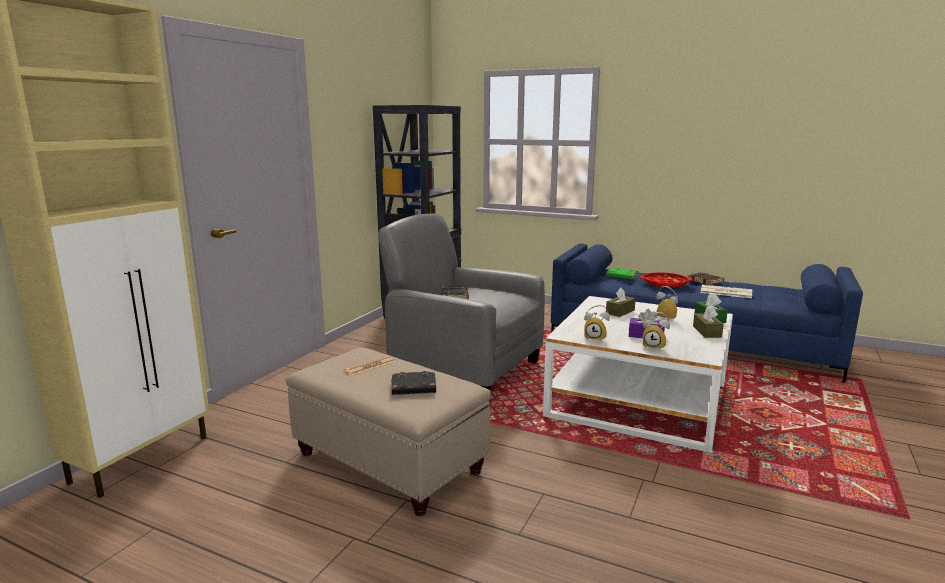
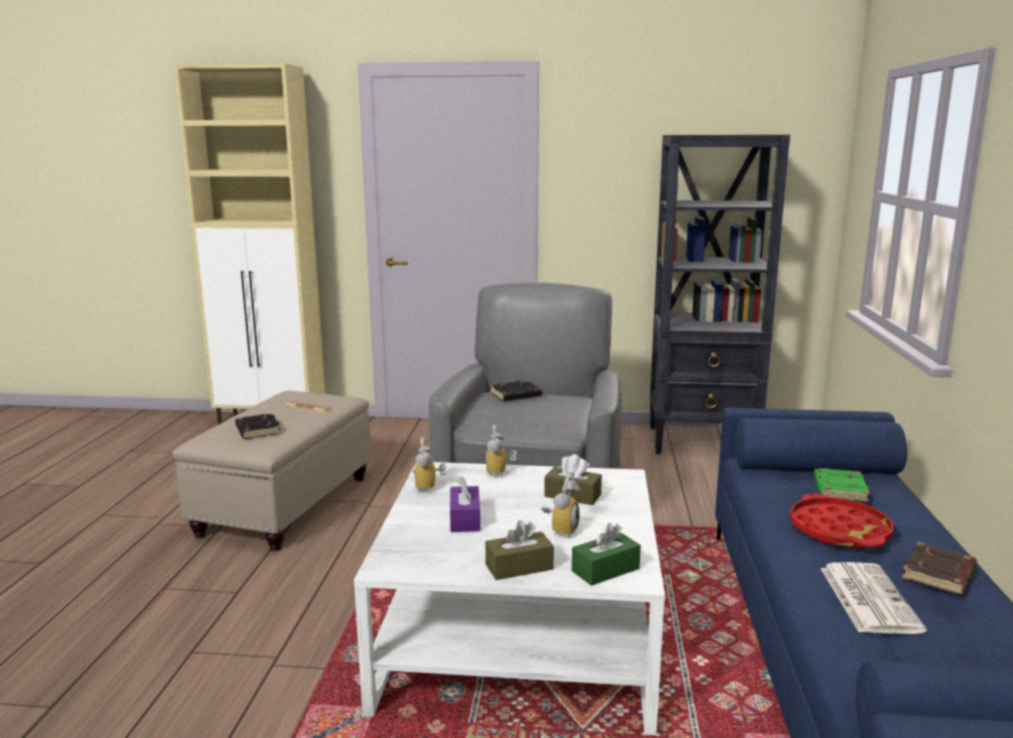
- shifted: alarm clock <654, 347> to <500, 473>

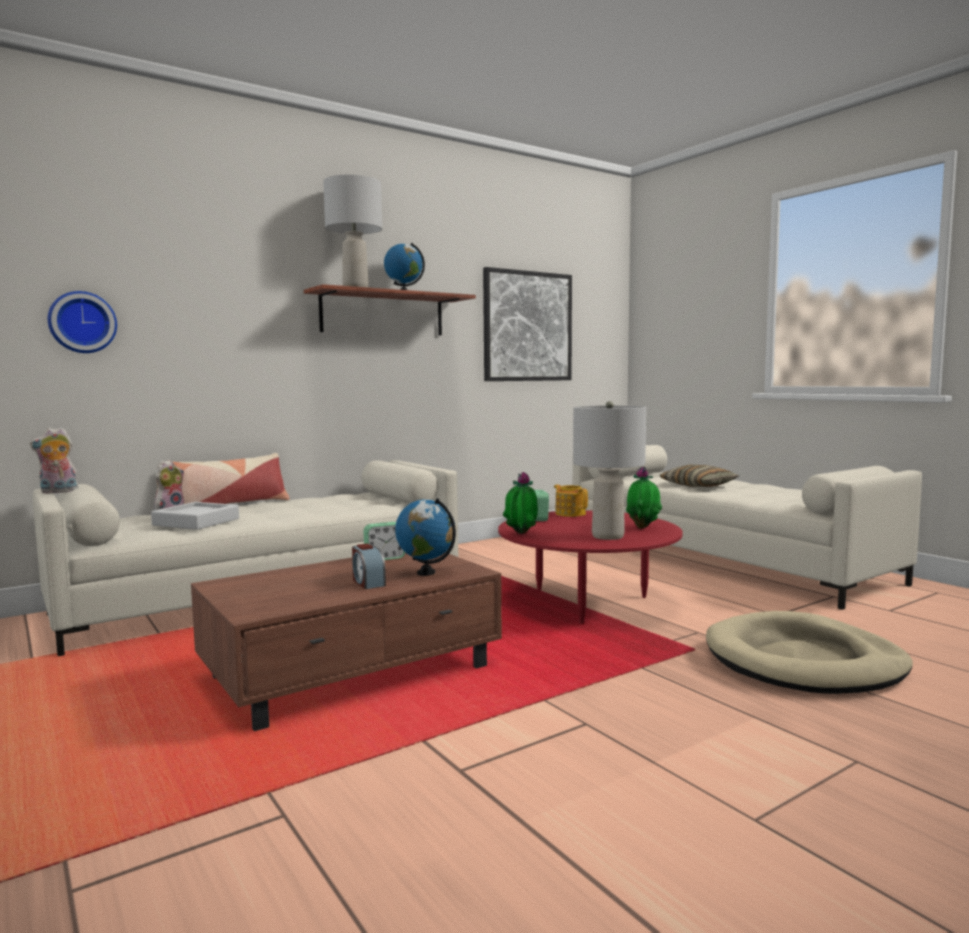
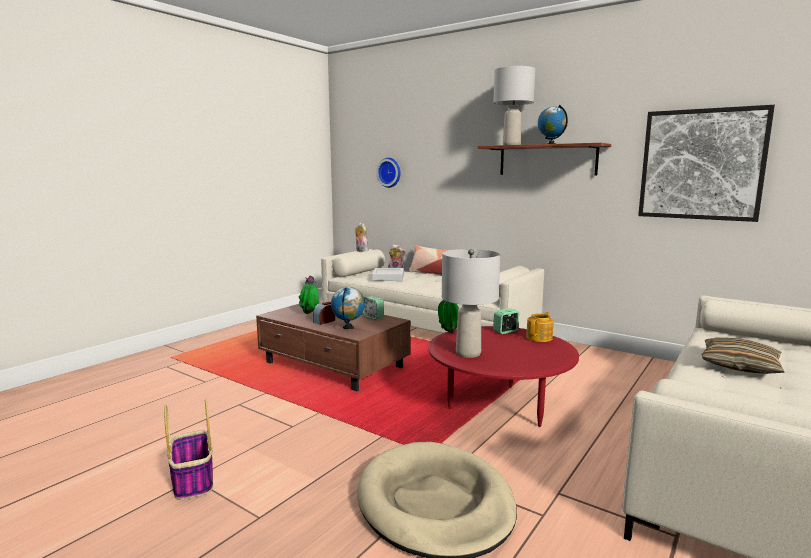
- shifted: potted plant <643, 527> to <309, 314>
- new: household basket <192, 480>

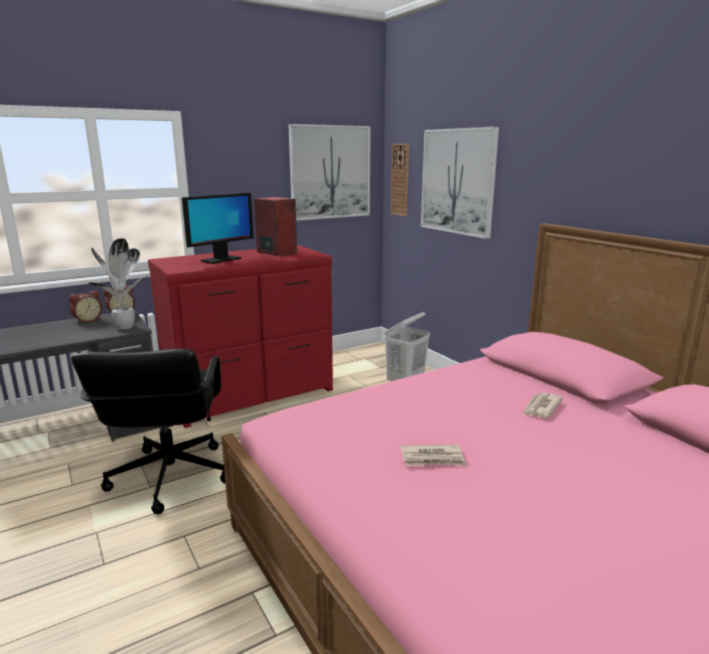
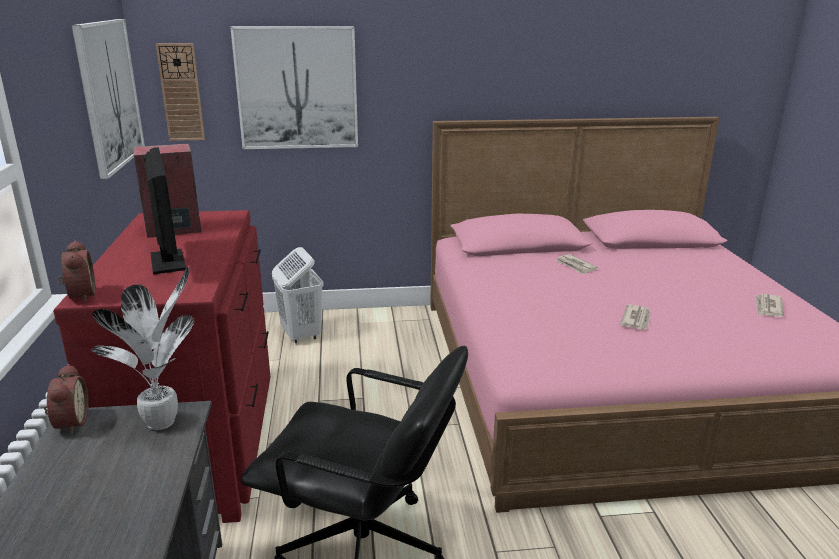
- shifted: alarm clock <87, 320> to <80, 296>
- new: newspaper <768, 307>

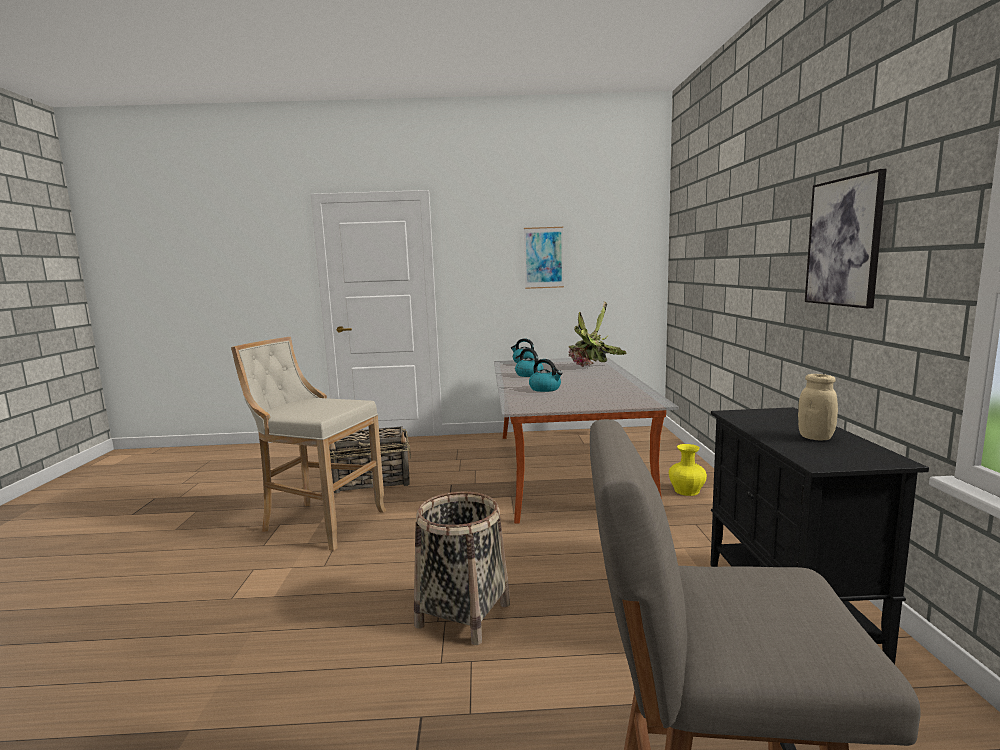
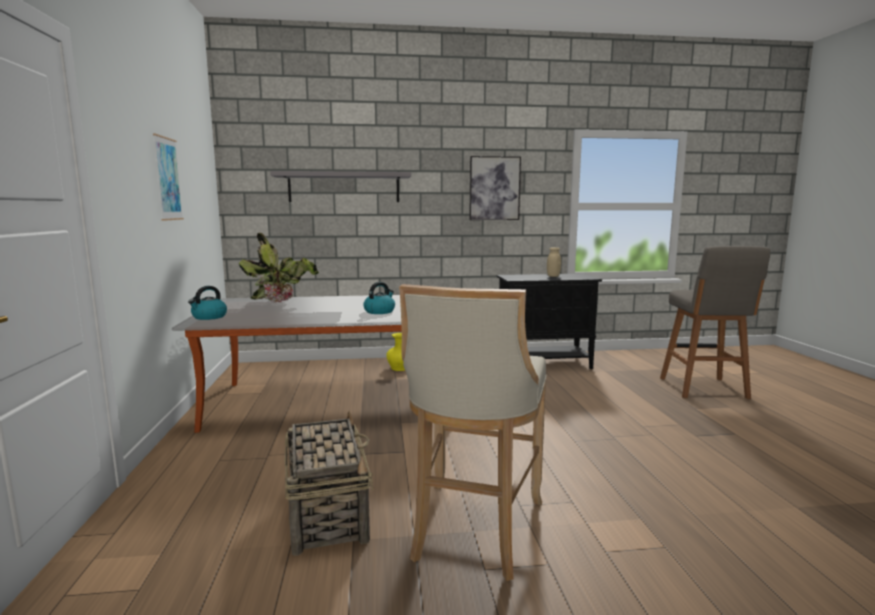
- gone: household basket <463, 614>
- gone: kettle <528, 374>
- new: greyish bracket shelf <344, 187>

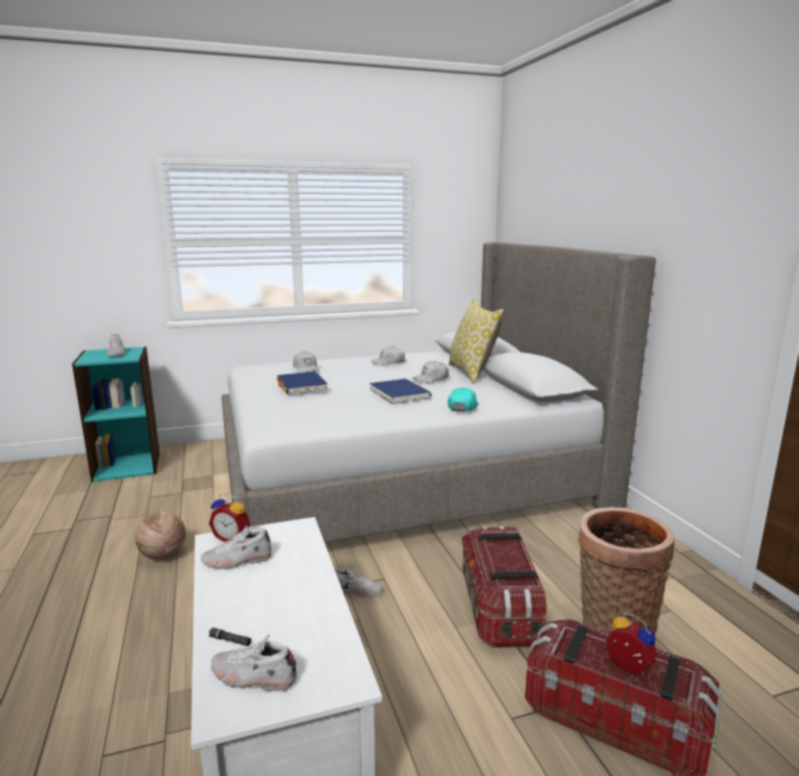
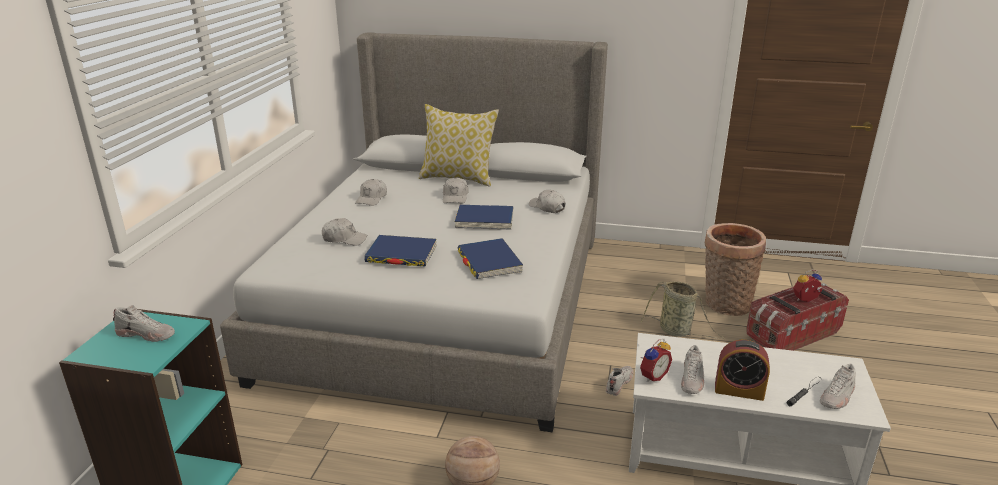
- repainted: turquoise baseball cap <463, 407> to white-coloured baseball cap <547, 207>
- swapped: storage bin <499, 608> to household basket <677, 331>
- new: bluish bound book <489, 262>
- new: alarm clock <739, 390>

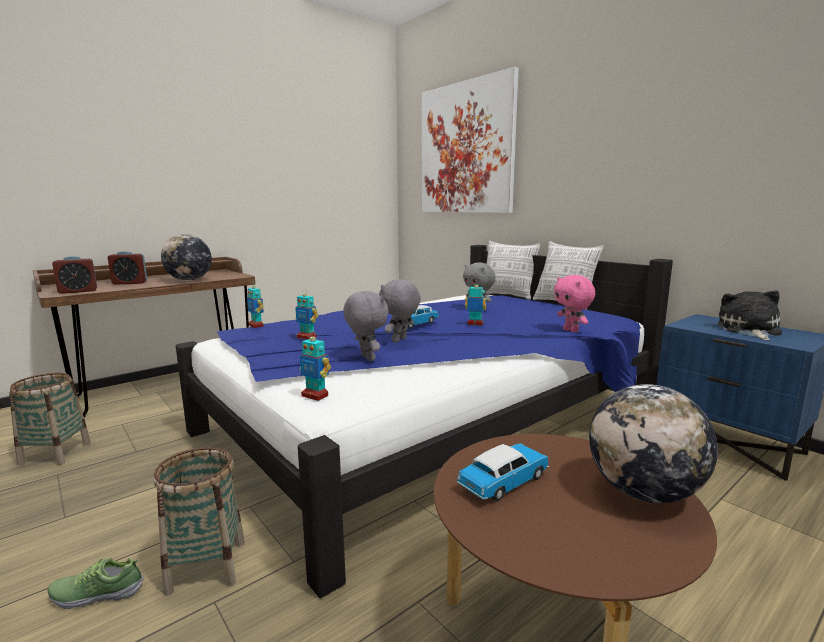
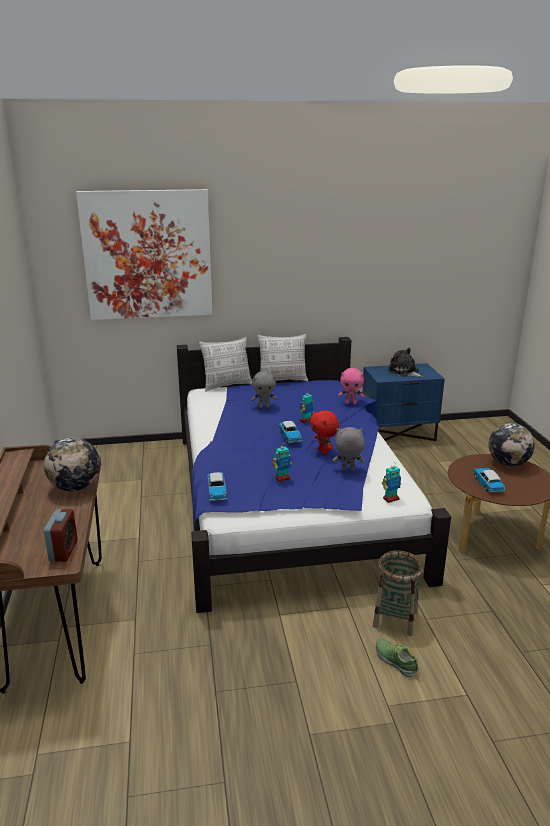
- gone: household basket <56, 453>
- rotated: item of footwear <97, 593> = <395, 661> 120 degrees clockwise
- gone: alarm clock <130, 283>
- swapped: toy robot <256, 325> to miniature car <217, 492>
- repainted: greyish plush toy <400, 340> to red plush toy <323, 452>

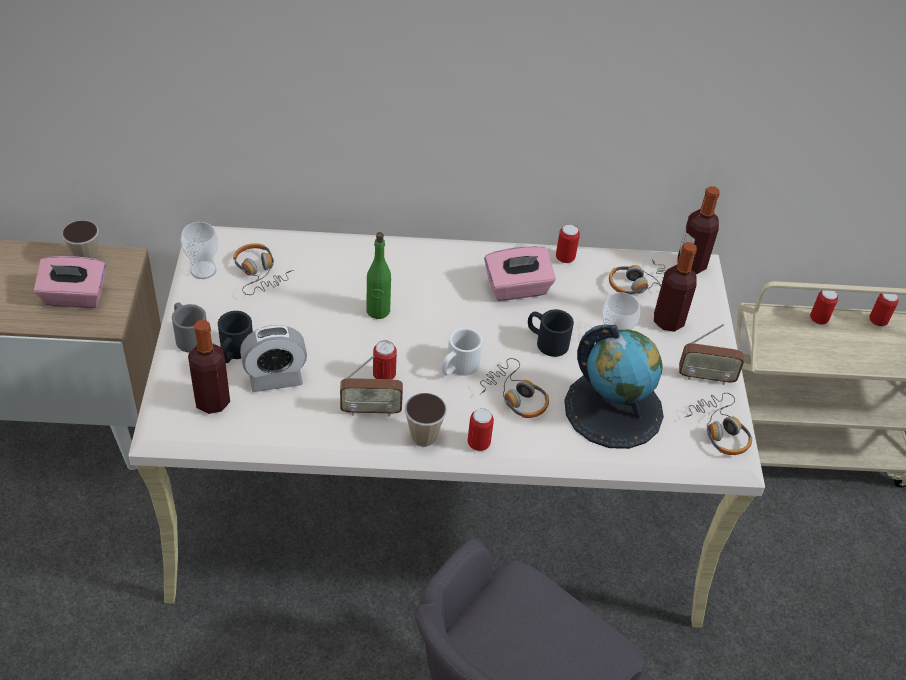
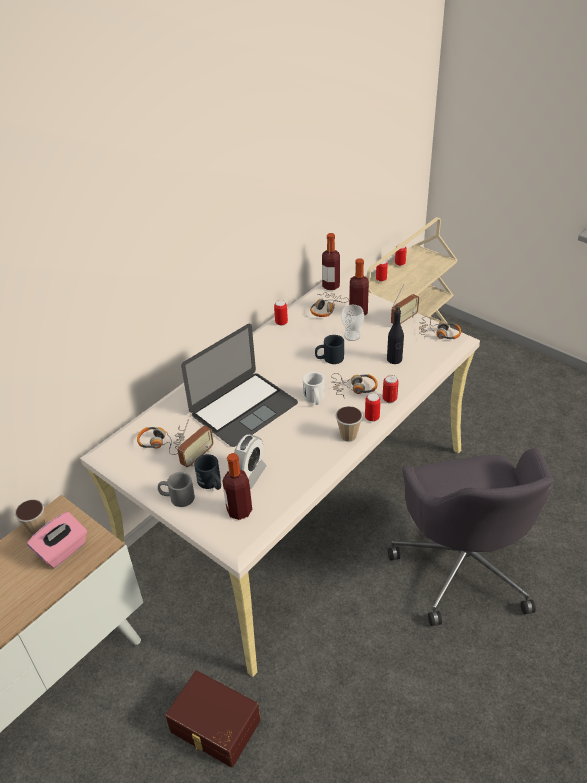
- gone: small cup <203, 270>
- shifted: radio receiver <371, 410> to <197, 456>
- swapped: green beverage bottle <378, 311> to portable computer <243, 408>
- shifted: sealed can <384, 376> to <389, 399>
- gone: pinkish box of tissues <517, 288>
- swapped: world globe <613, 409> to black-coloured beverage bottle <394, 359>
- new: brown-coloured storage bin <214, 727>

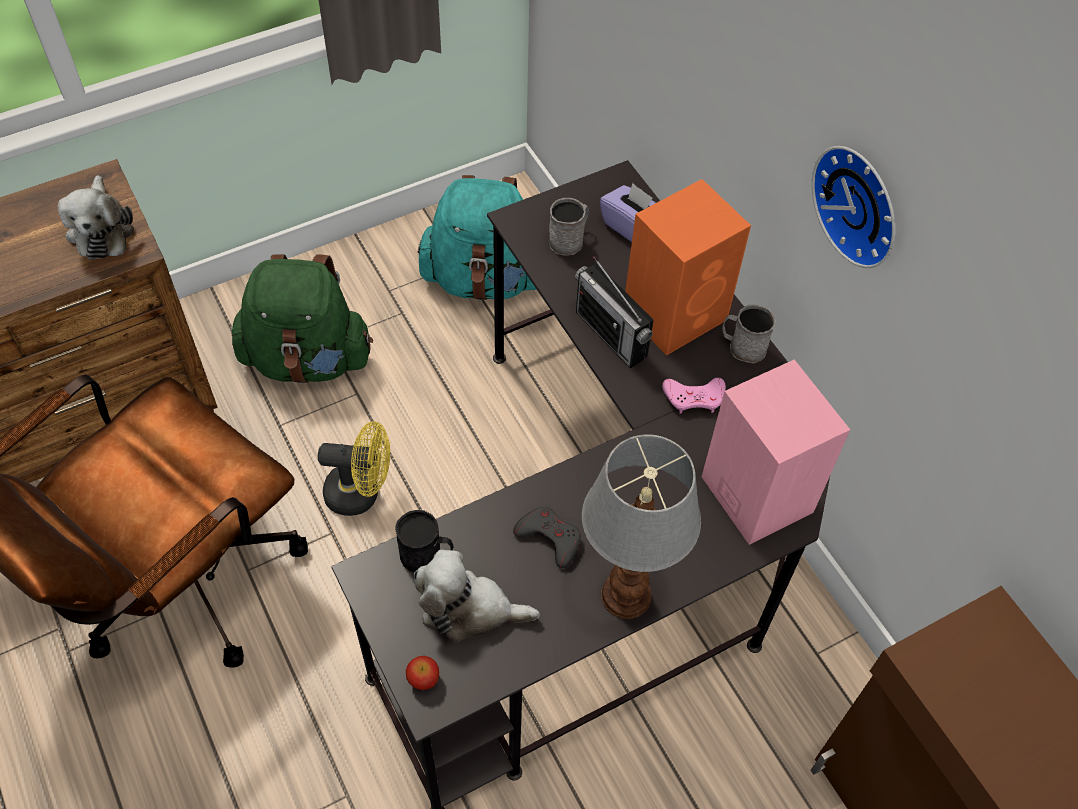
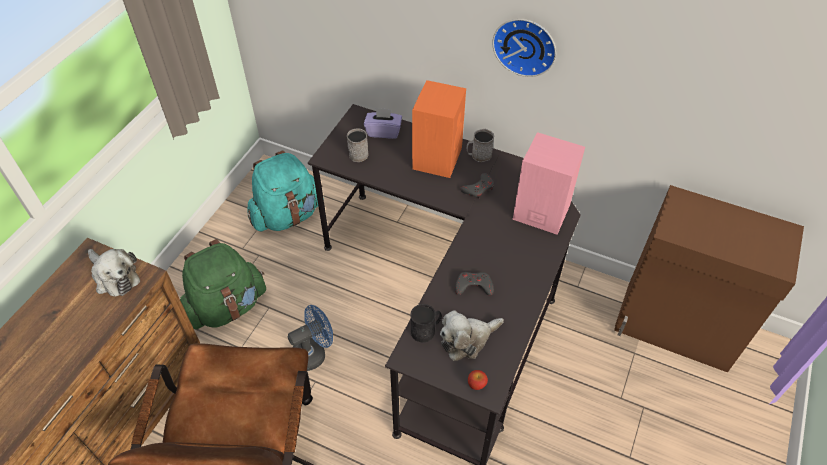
- repainted: yellow fan <361, 493> to bluish fan <314, 353>
- gone: radio receiver <611, 335>
- gone: table lamp <625, 597>
- repainted: pinkish gamepad <694, 397> to greyish gamepad <478, 188>

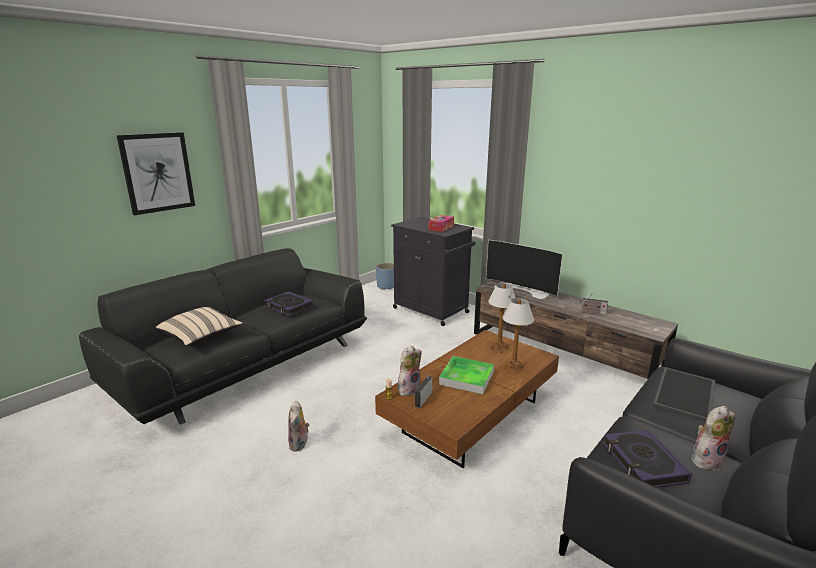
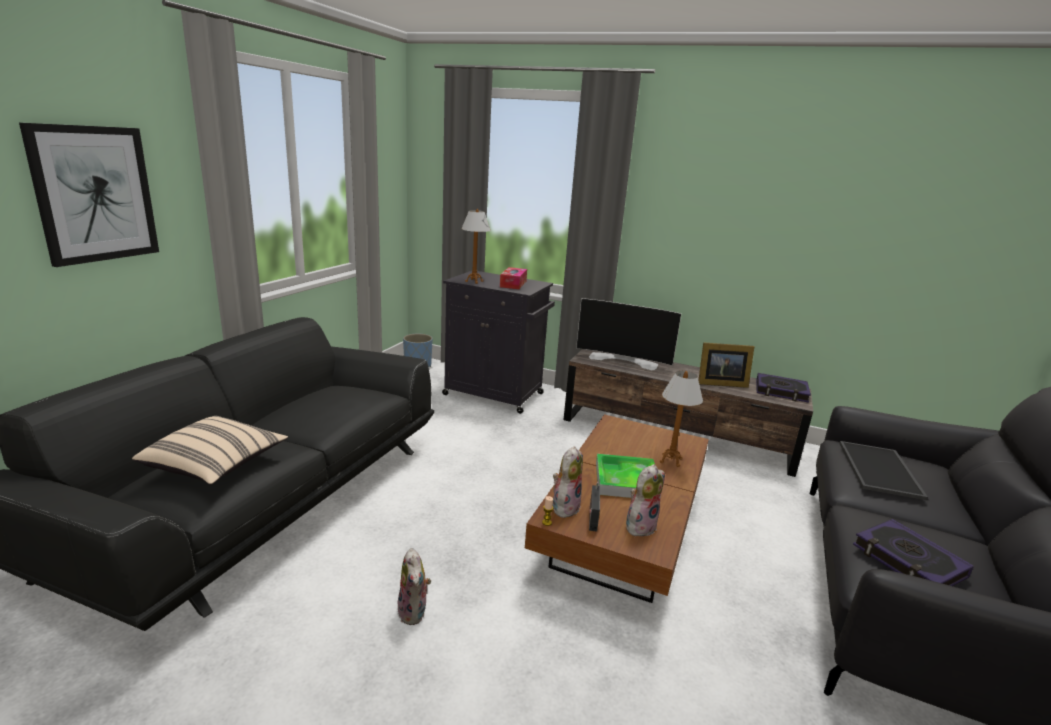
- shifted: bound book <288, 307> to <781, 391>
- shifted: table lamp <499, 348> to <474, 281>
- swapped: radio receiver <592, 312> to picture frame <719, 383>
- shifted: plush toy <706, 460> to <640, 525>

